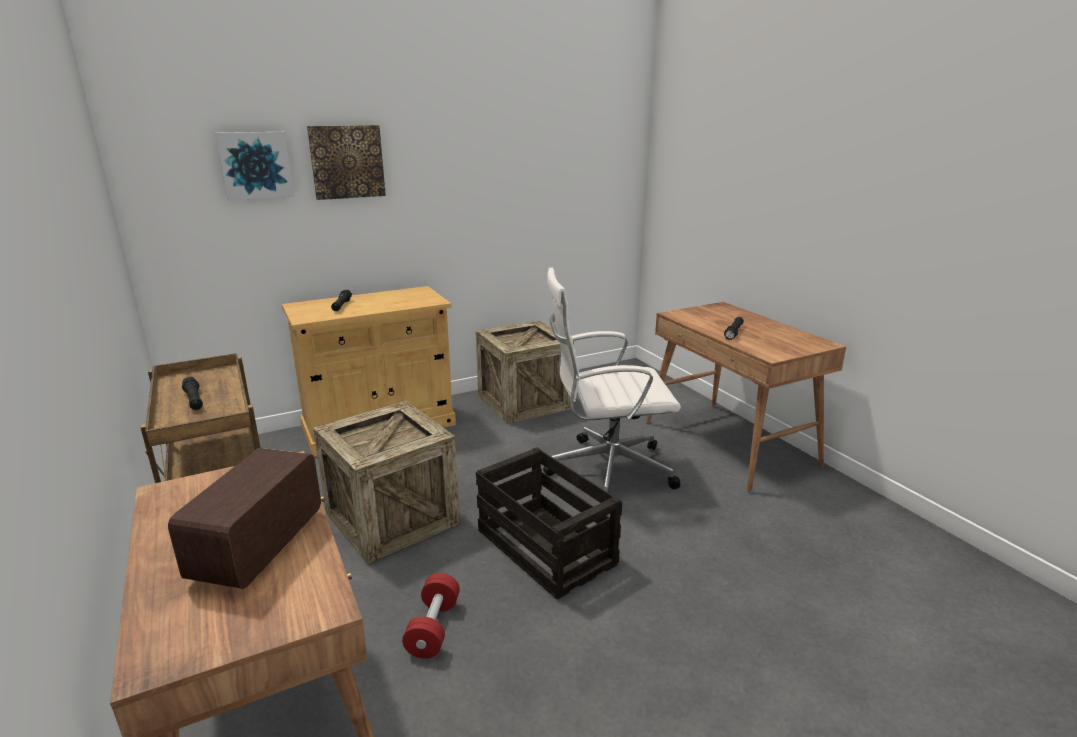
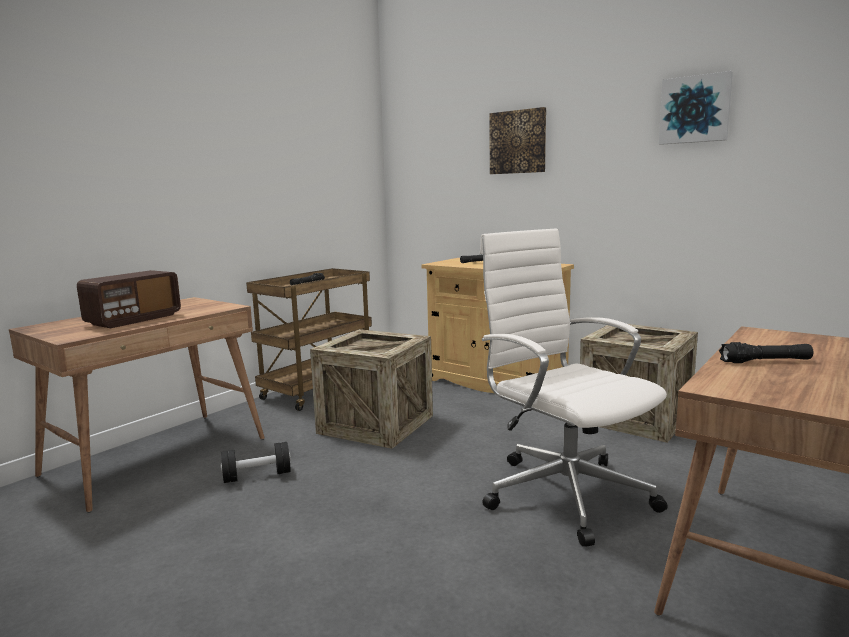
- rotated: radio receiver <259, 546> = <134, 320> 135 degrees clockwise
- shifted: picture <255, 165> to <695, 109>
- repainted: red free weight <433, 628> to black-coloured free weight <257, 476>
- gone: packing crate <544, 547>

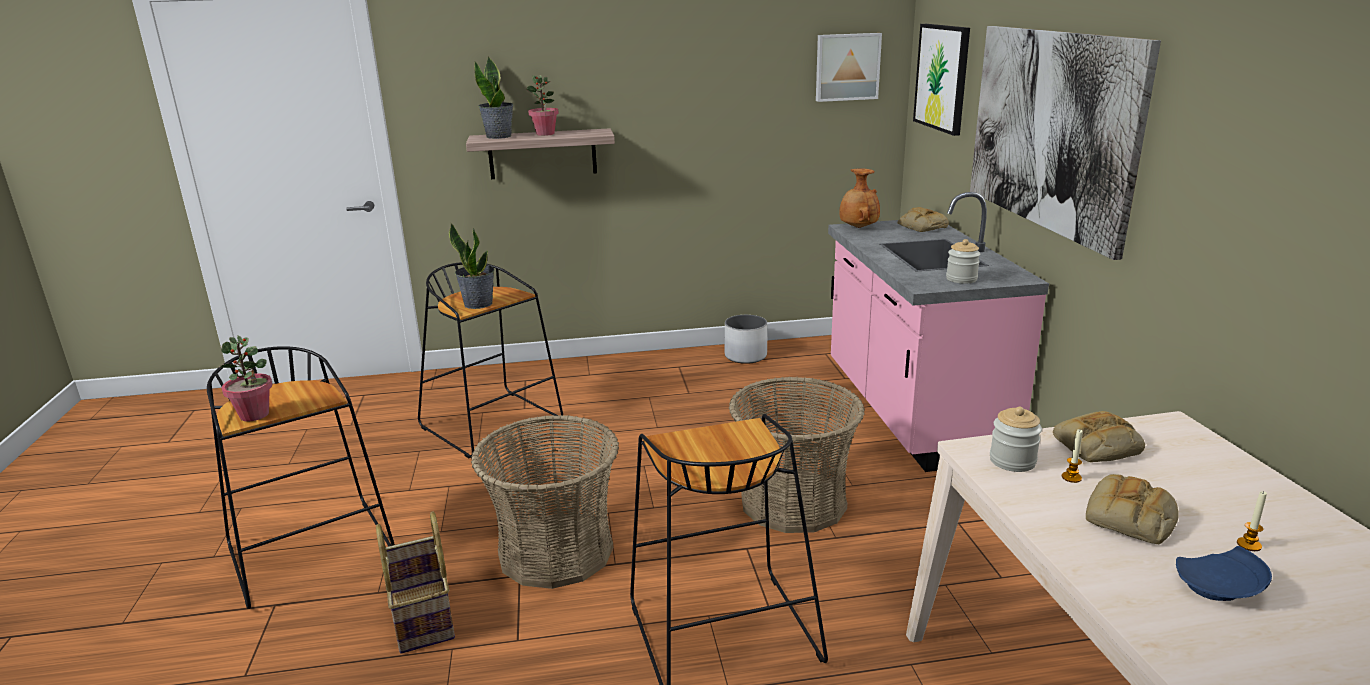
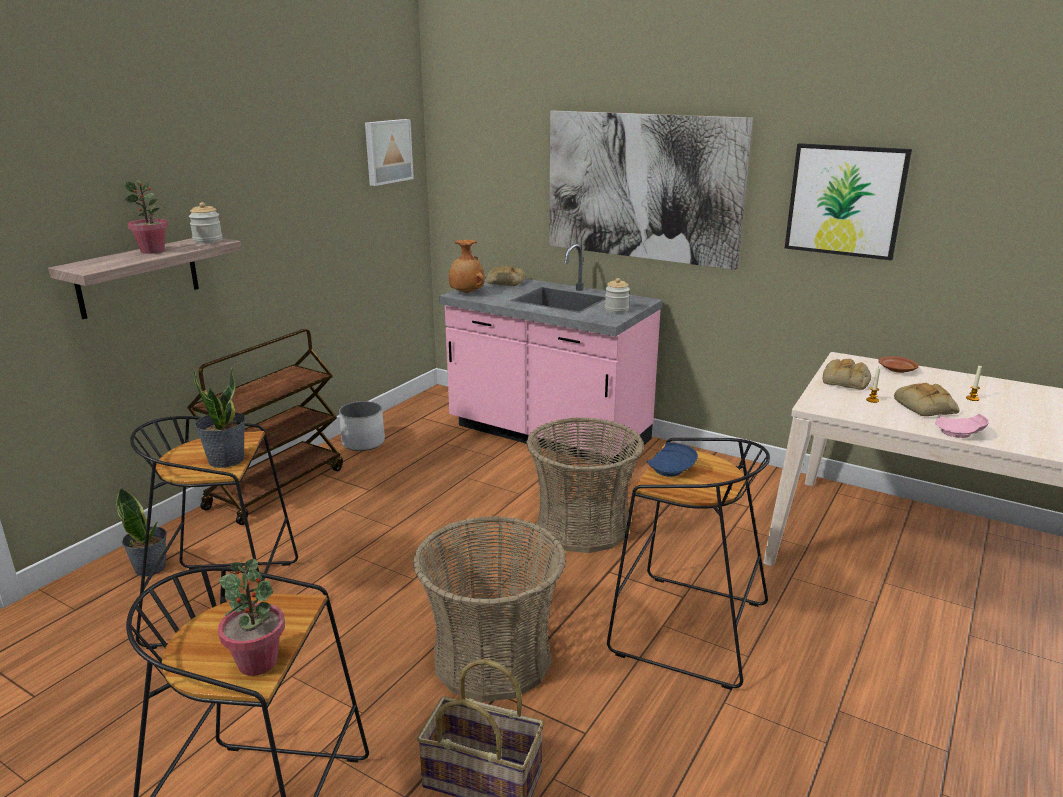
- shifted: potted plant <499, 136> to <151, 568>
- shifted: picture <942, 77> to <845, 200>
- shifted: preserve jar <1012, 461> to <208, 241>
- shifted: bluish plate <1219, 588> to <671, 469>
- new: brown-coloured wheeled cart <276, 487>
- new: brown-coloured plate <897, 370>
- new: pinkish plate <960, 433>

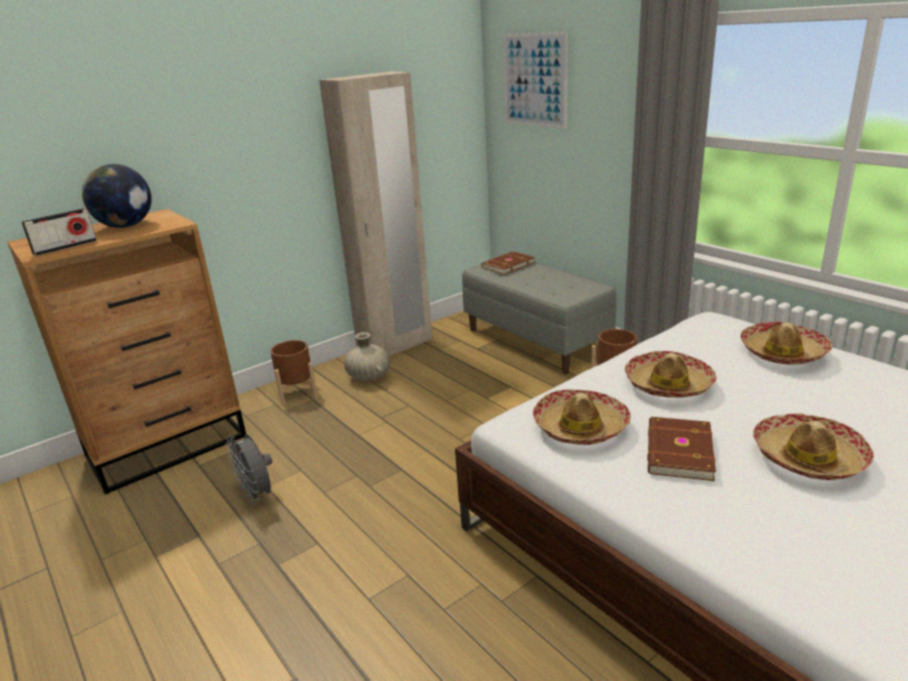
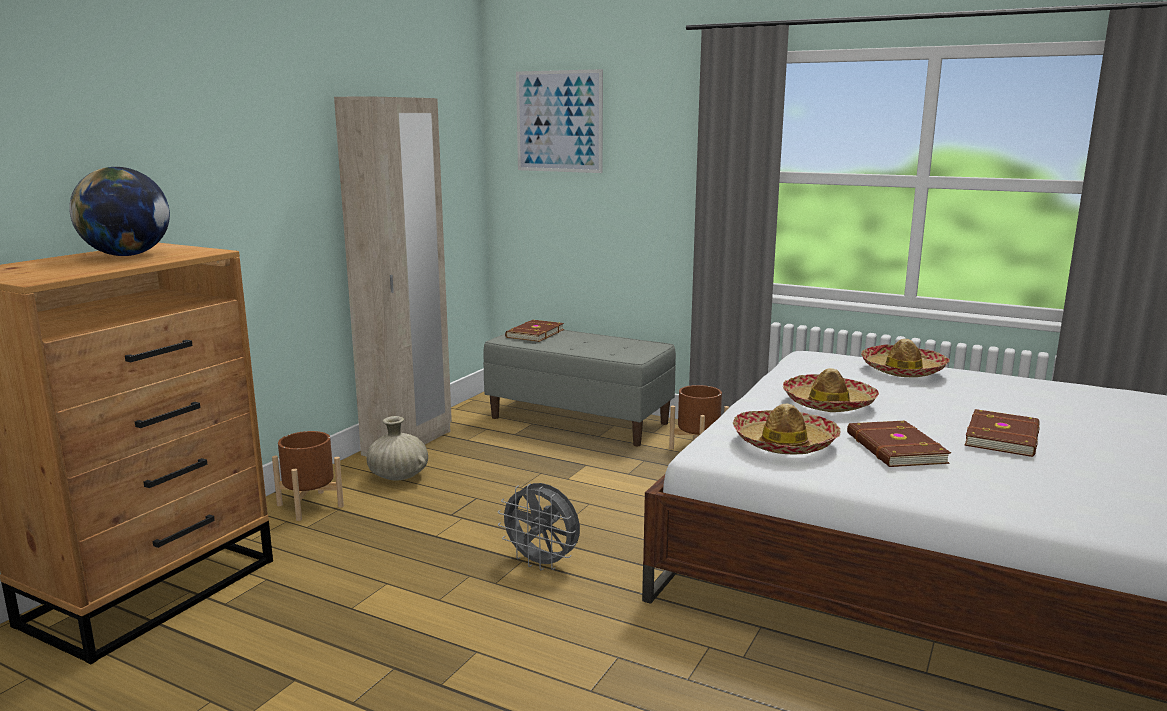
- gone: radio receiver <65, 247>
- shifted: greyish fan <257, 495> to <542, 563>
- swapped: wearable hat <808, 457> to brown-coloured bound book <1004, 437>

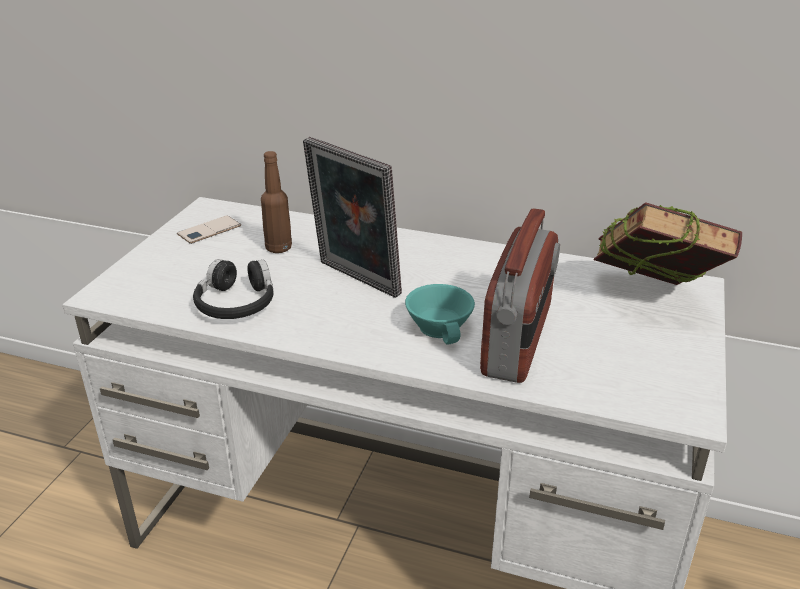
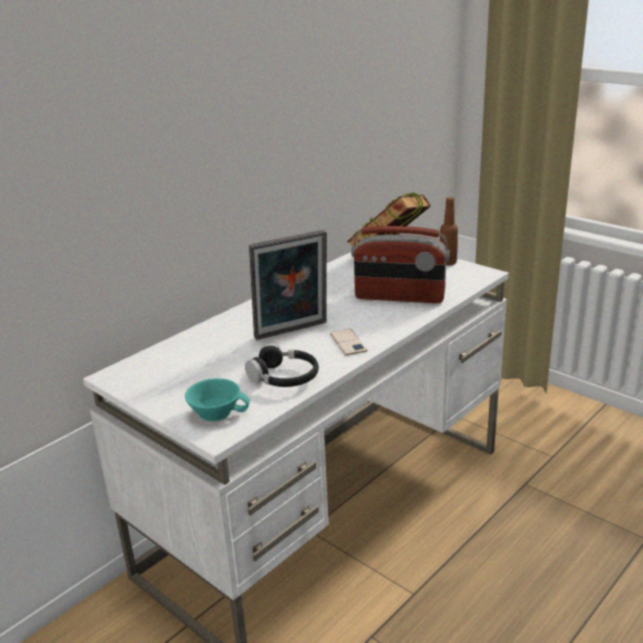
- shifted: phone <209, 230> to <348, 342>
- shifted: brown-coloured beverage bottle <278, 248> to <447, 263>
- shifted: turquoise small cup <442, 327> to <217, 411>
- rotated: radio receiver <518, 340> = <399, 297> 150 degrees clockwise

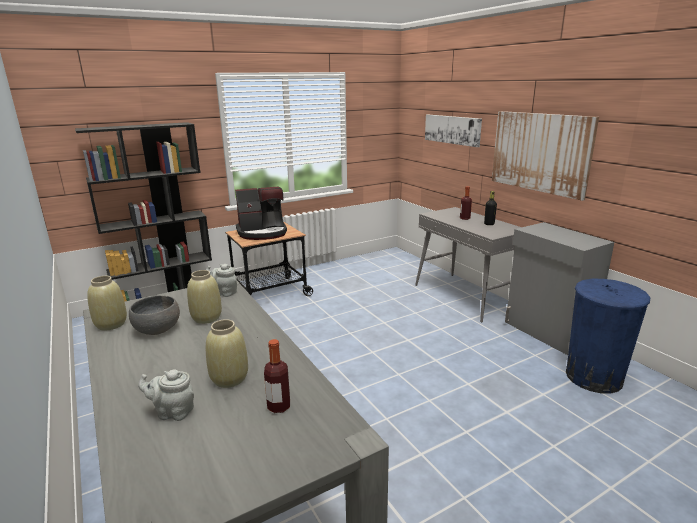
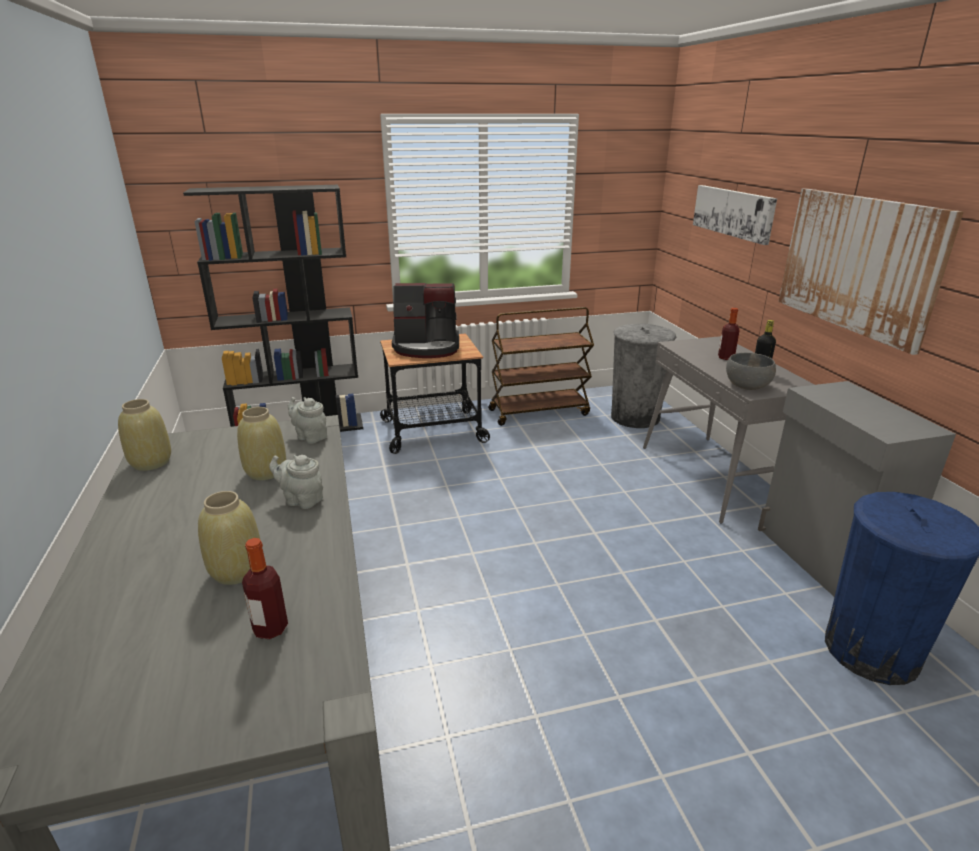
- shifted: greyish serving bowl <158, 329> to <747, 385>
- shifted: greyish tea pot <173, 412> to <301, 500>
- new: brown-coloured wheeled cart <539, 412>
- new: greyish trash can <635, 417>

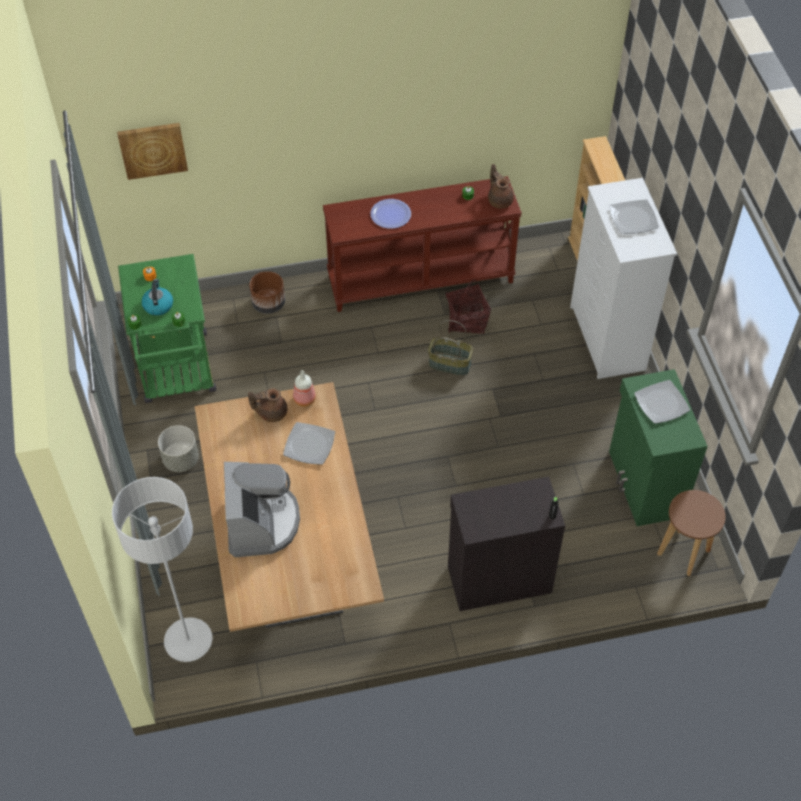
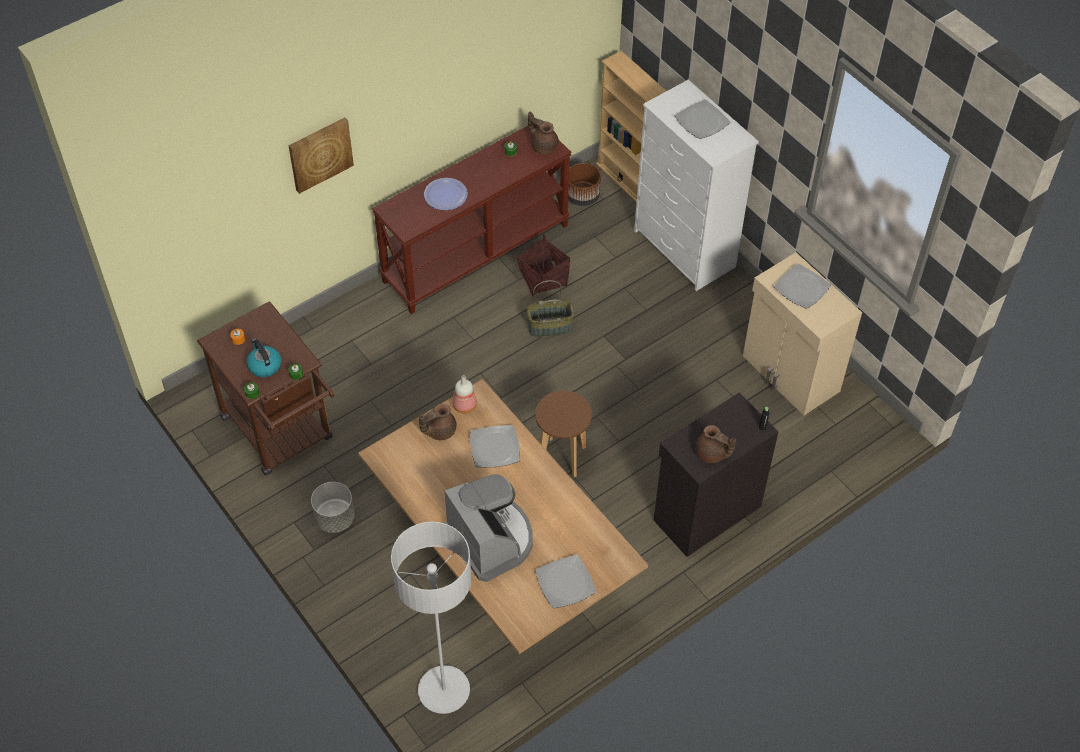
- shifted: picture <153, 149> to <320, 154>
- repainted: green wheeled cart <178, 374> to brown-coloured wheeled cart <282, 434>
- shifted: brown-coloured flower pot <269, 303> to <582, 196>
- repainted: green cupboard <644, 484> to sand-coloured cupboard <790, 374>
- shifted: brown-coloured sitting stool <683, 553> to <562, 457>
- new: plate <565, 583>
- new: brown-coloured tea pot <711, 453>

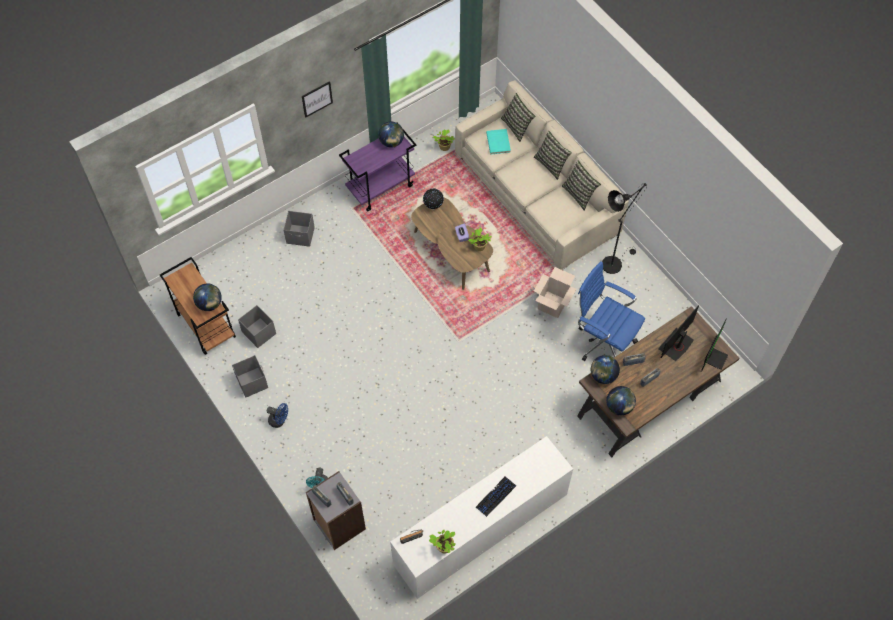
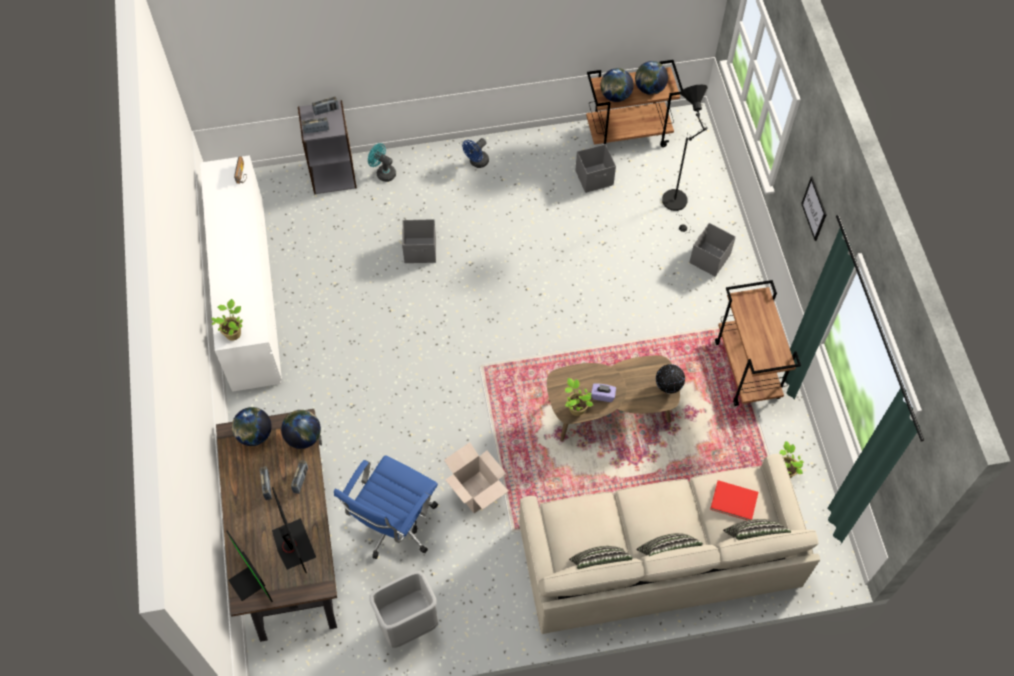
- shifted: greyish storage bin <252, 382> to <421, 251>
- repainted: purple wheeled cart <381, 187> to brown-coloured wheeled cart <747, 370>
- shifted: world globe <391, 142> to <649, 89>
- shifted: potted plant <443, 547> to <233, 332>
- gone: PC keyboard <495, 496>
- repainted: turquoise bound book <499, 142> to red bound book <733, 502>
- rotated: bluish computer chair <603, 341> = <394, 526> 150 degrees clockwise
- shifted: black-coloured floor lamp <614, 262> to <677, 204>
- new: greyish trash can <408, 625>

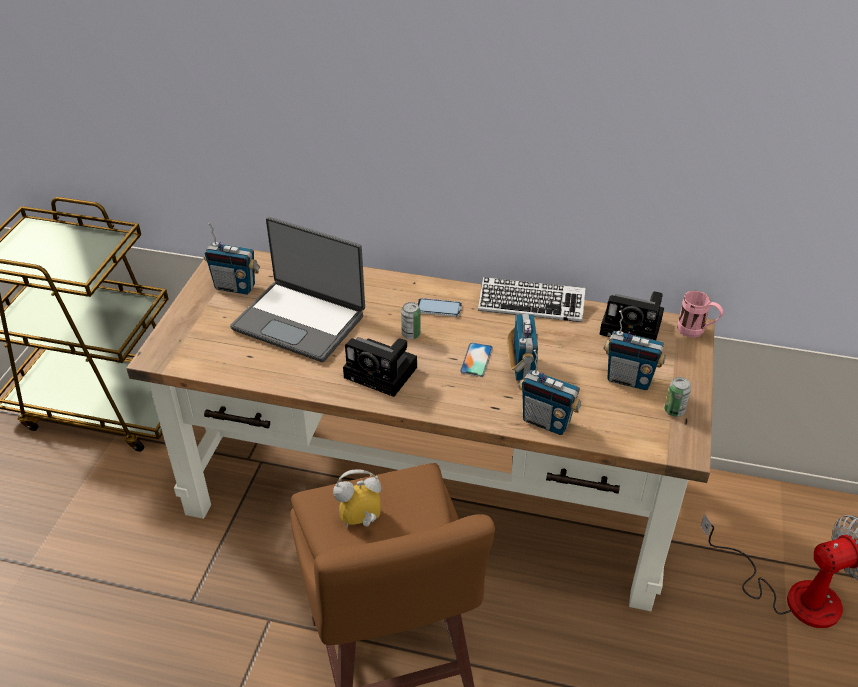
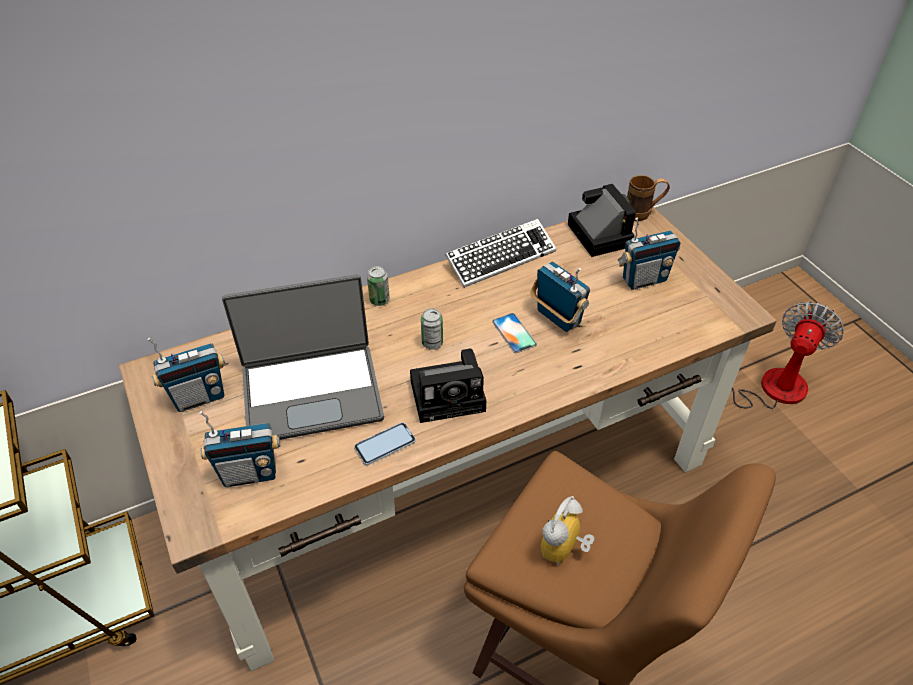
- shifted: phone <438, 308> to <385, 444>
- shifted: radio receiver <546, 422> to <250, 473>
- rotated: still camera <634, 327> = <597, 233> 90 degrees counterclockwise
- shifted: sealed can <674, 410> to <379, 300>
- repainted: pinkish coffee mug <696, 332> to brown-coloured coffee mug <643, 214>

